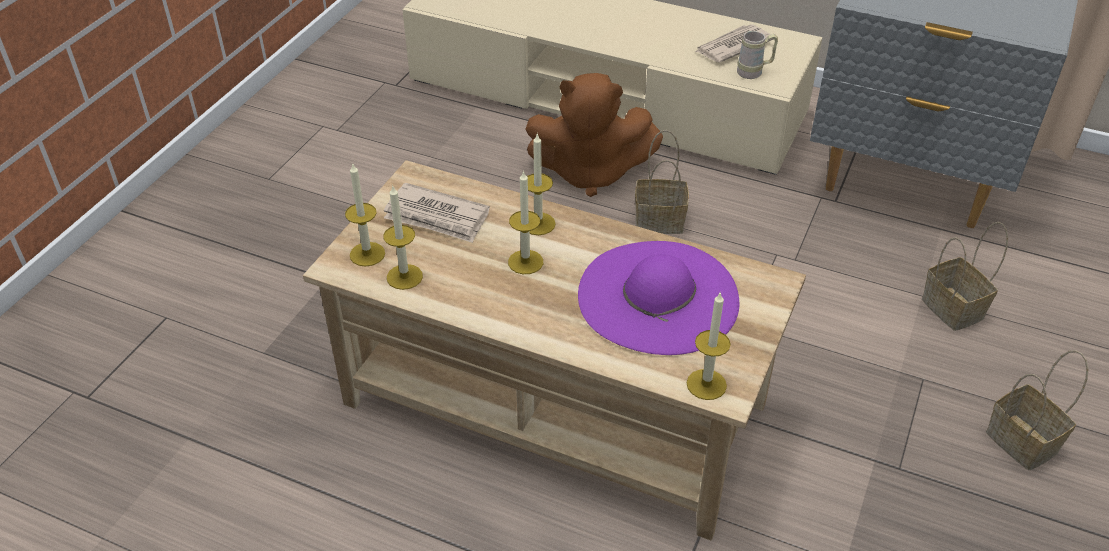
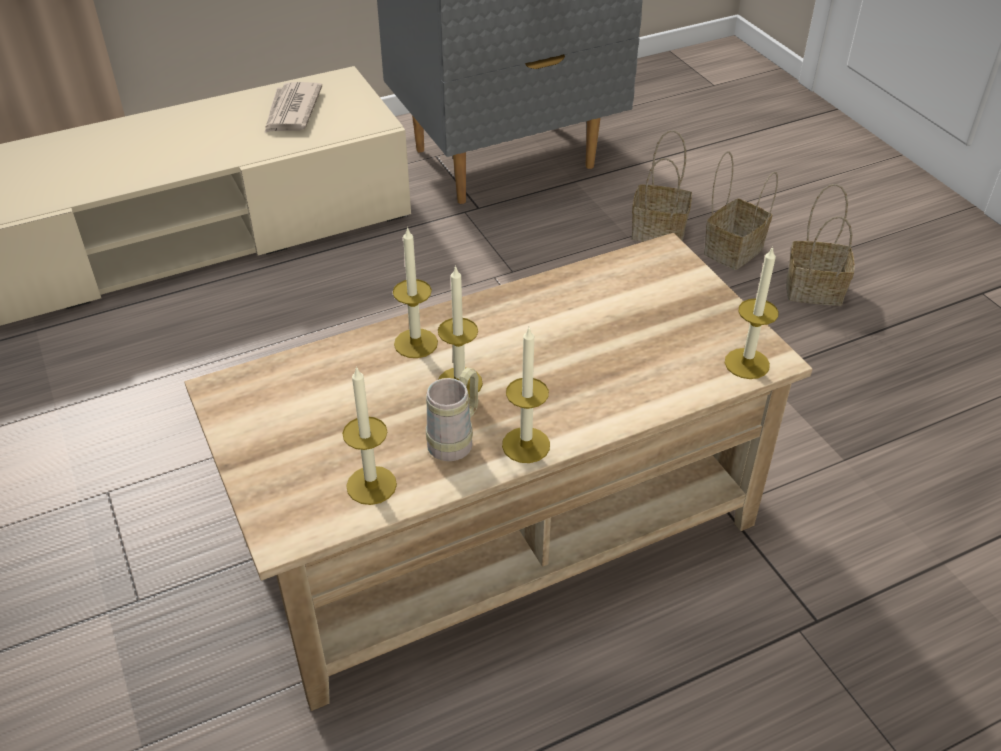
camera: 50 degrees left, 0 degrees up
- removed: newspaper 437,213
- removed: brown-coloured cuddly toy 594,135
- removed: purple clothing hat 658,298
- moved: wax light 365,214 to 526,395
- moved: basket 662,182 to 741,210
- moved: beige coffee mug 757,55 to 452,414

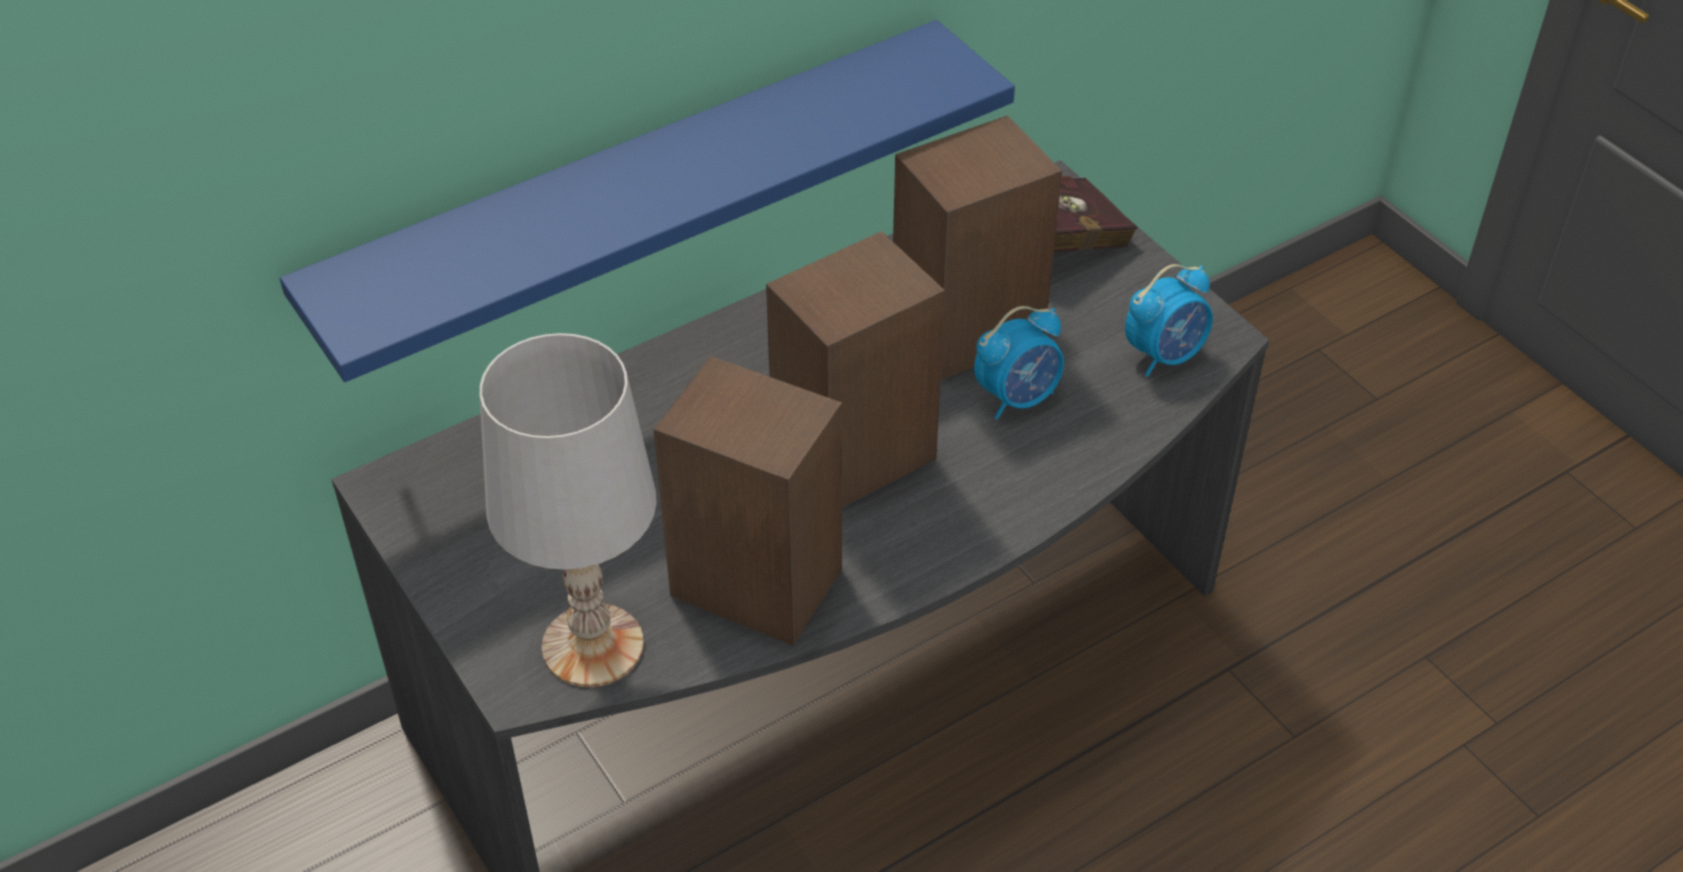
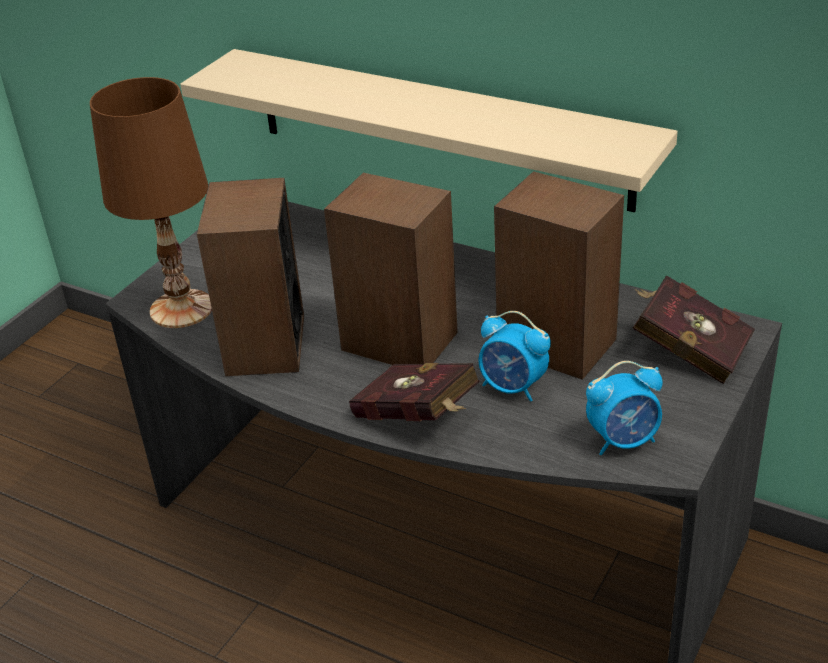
camera: 65 degrees right, 10 degrees down
- added: red bound book 414,392
- recoloured: blue-coloured bracket shelf 647,201 to beige bracket shelf 429,130
- recoloured: white lamp for a table 568,510 to brown-coloured lamp for a table 151,202
- turned: alarm clock 1169,320 = 624,408 45 degrees counterclockwise

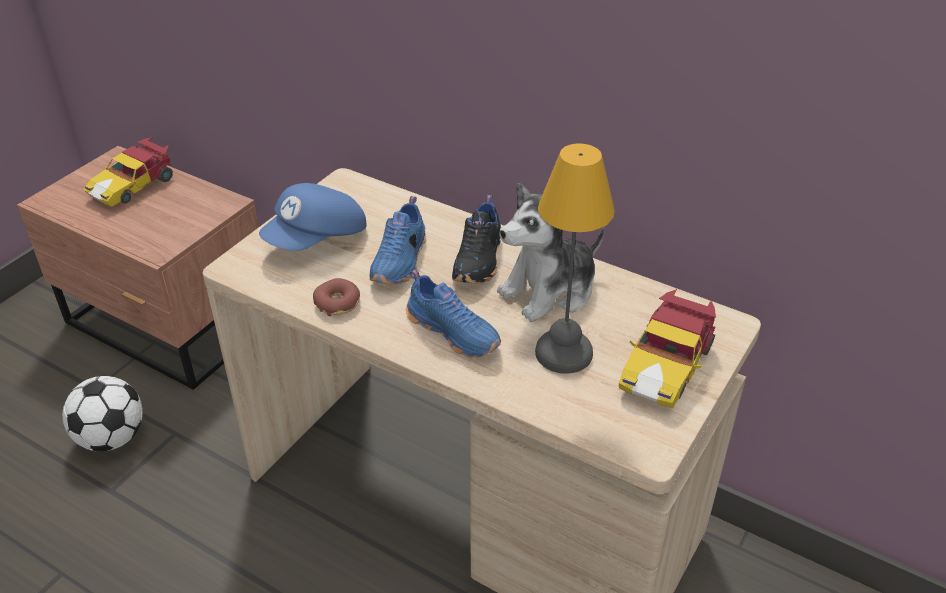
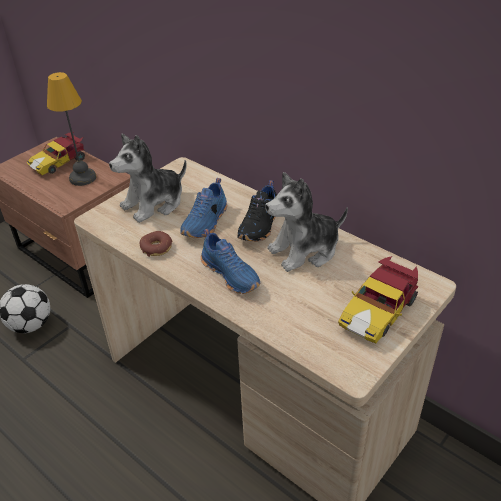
camera: 10 degrees right, 0 degrees up
- moved: lamp for a table 575,258 to 72,129
- replaced: blue-coloured baseball cap 313,217 to cuddly toy 148,178

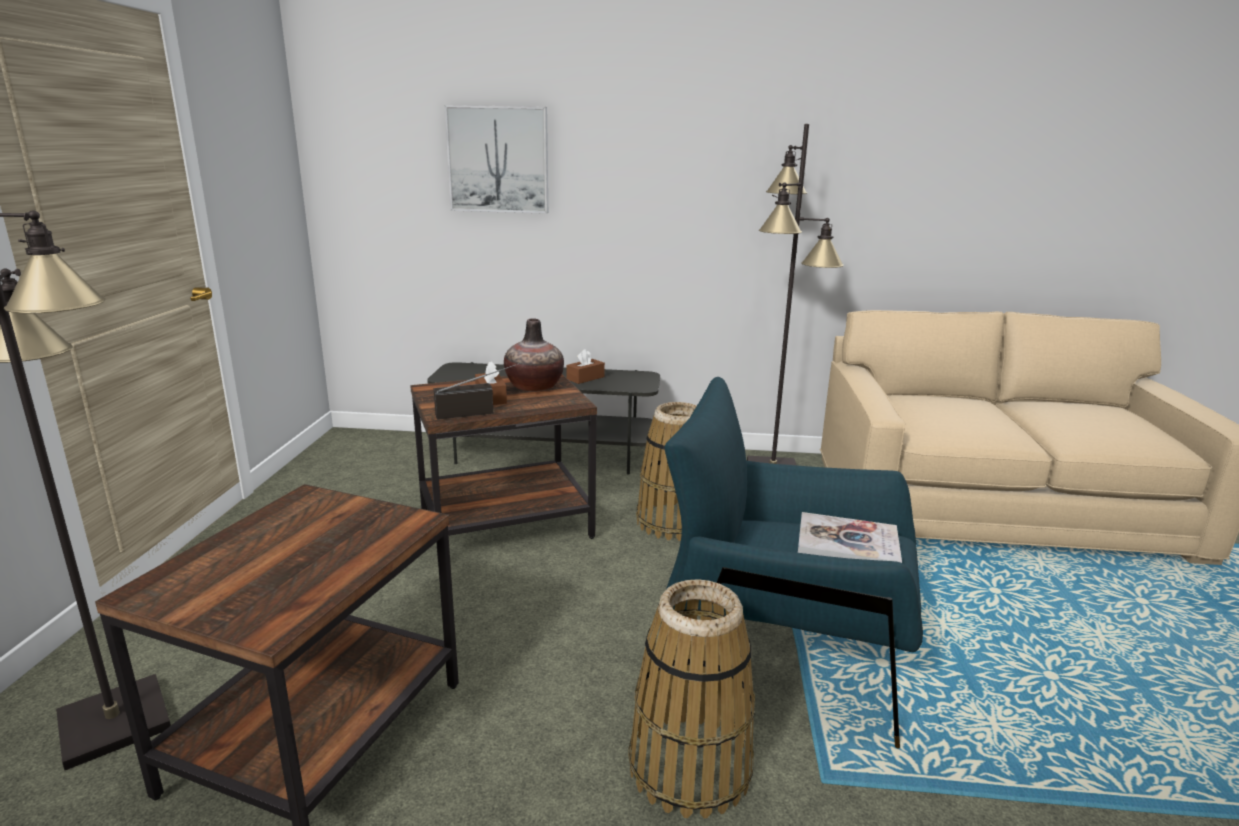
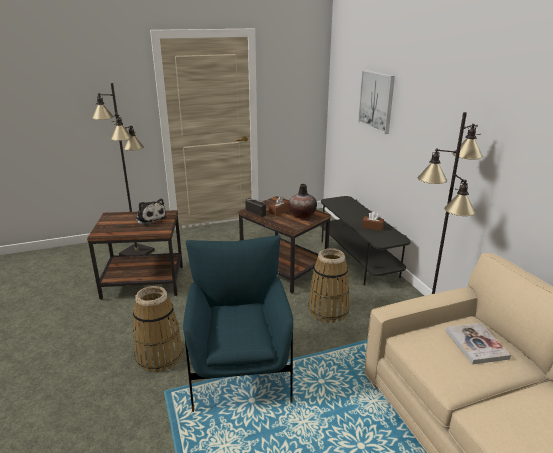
camera: 65 degrees right, 5 degrees up
- added: cuddly toy 151,212
- moved: bound book 850,537 to 478,343

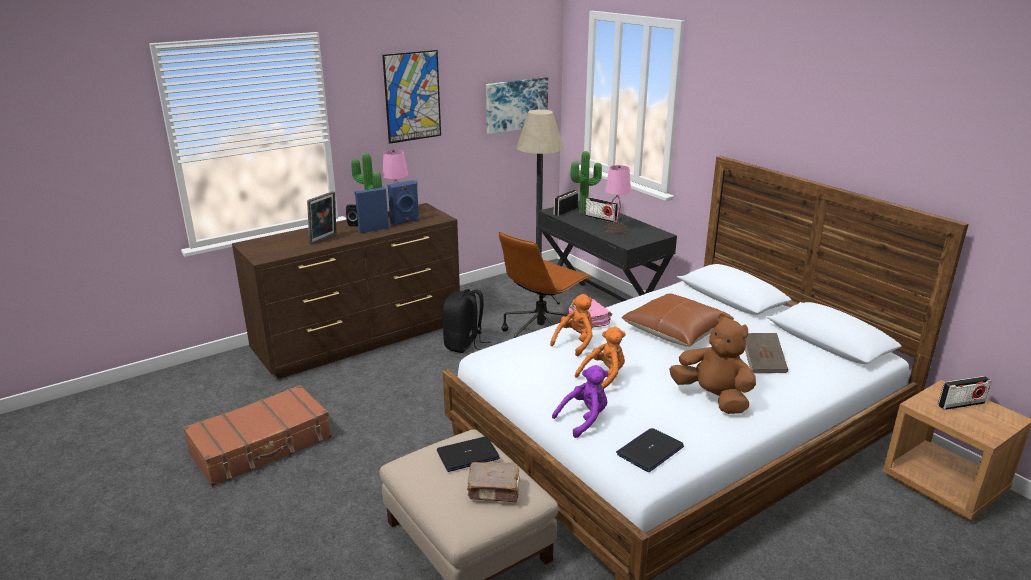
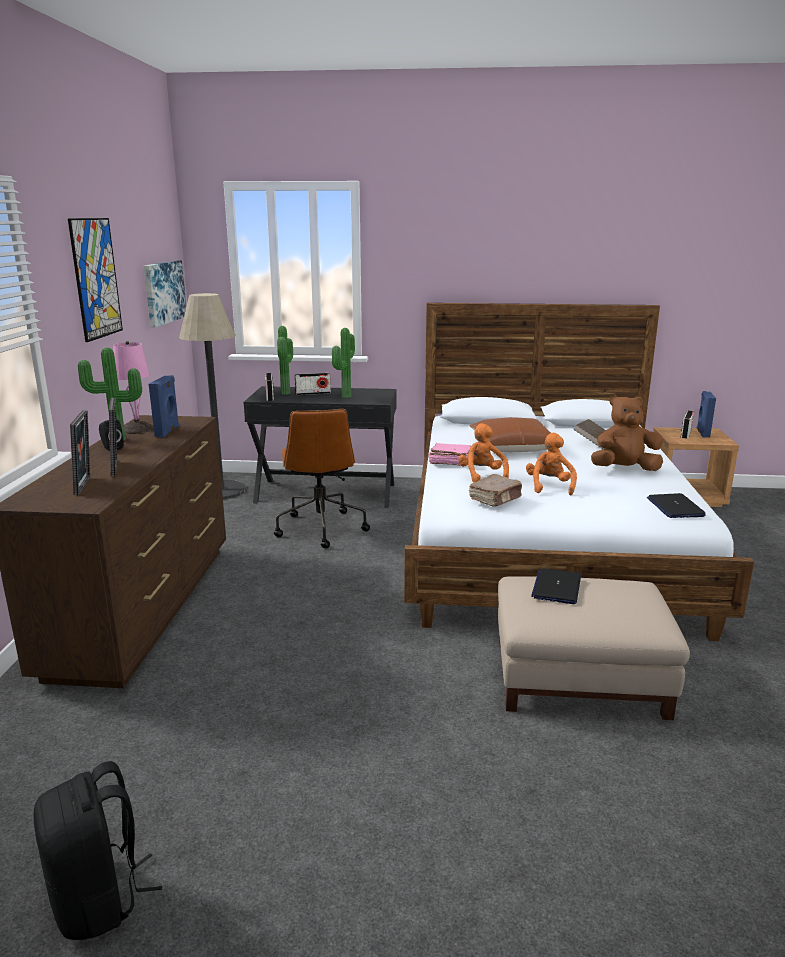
camera: 50 degrees left, 5 degrees down
- removed: brown-coloured suitcase 257,436
- removed: purple cuddly toy 580,401
- added: standing frame 80,452
- moved: blue-coloured loudspeaker 371,210 to 706,414
- moved: black knapsack 466,321 to 98,850
- moved: brown-coloured bound book 493,482 to 495,490
- replaced: pink lamp for a table 617,199 to houseplant 343,363

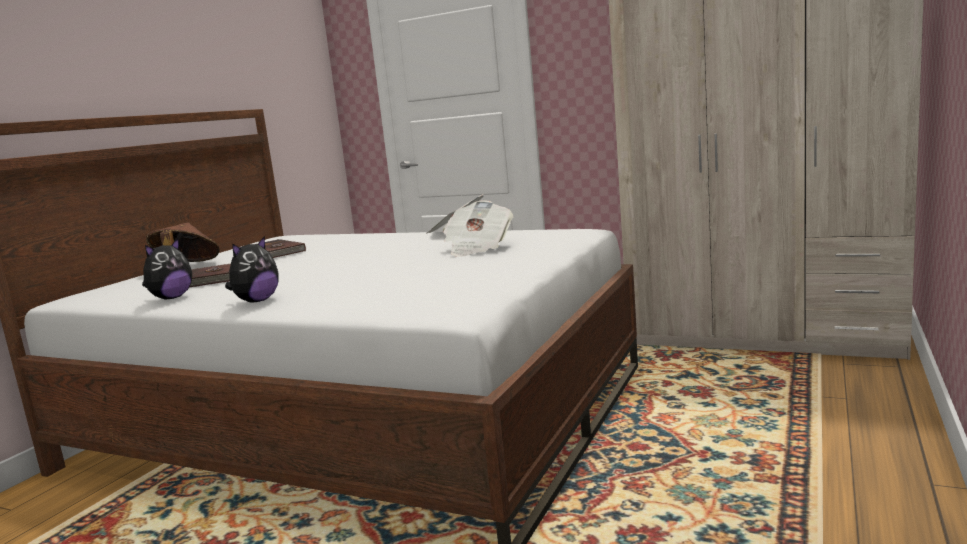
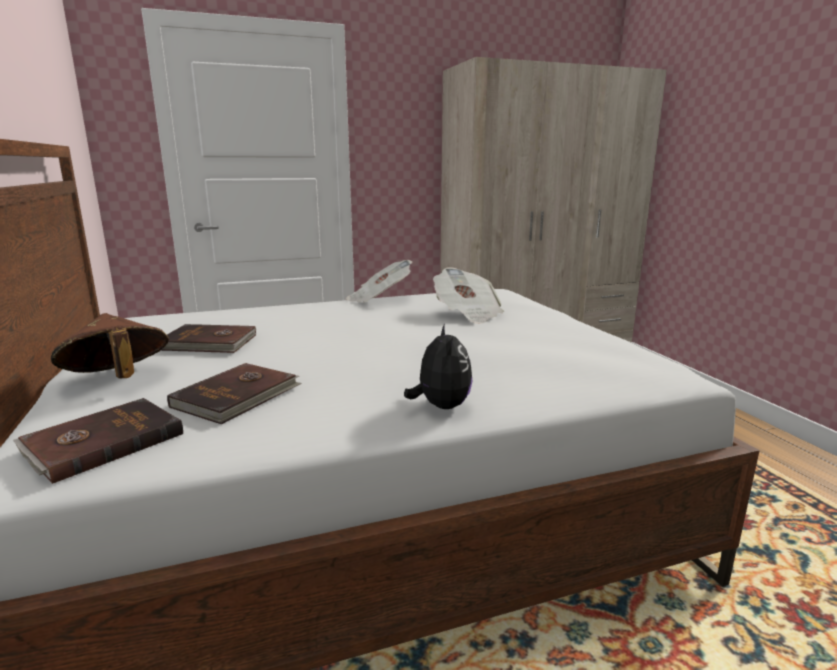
camera: 45 degrees left, 5 degrees up
- removed: cuddly toy 167,268
- added: brown-coloured bound book 98,441

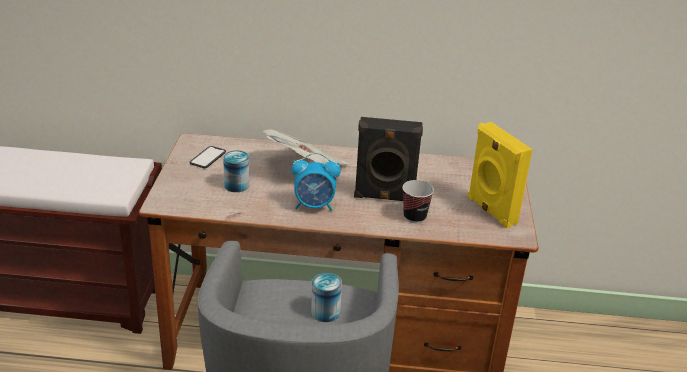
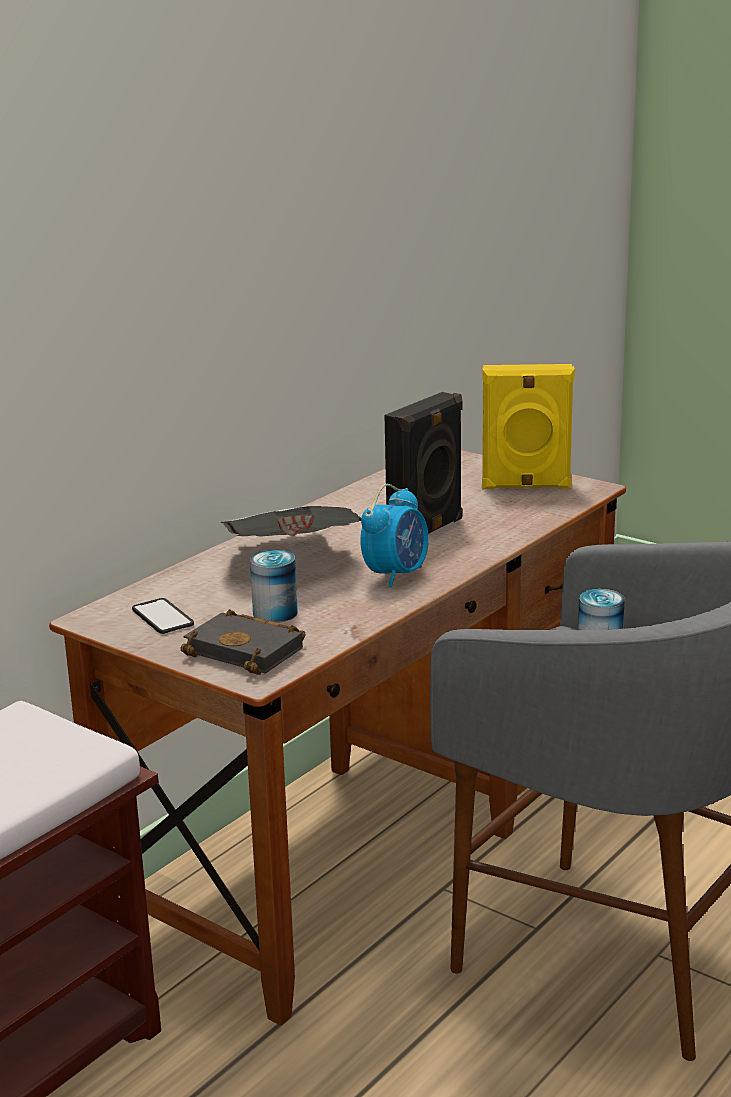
camera: 55 degrees left, 10 degrees down
- removed: small cup 418,201
- added: black bound book 243,642

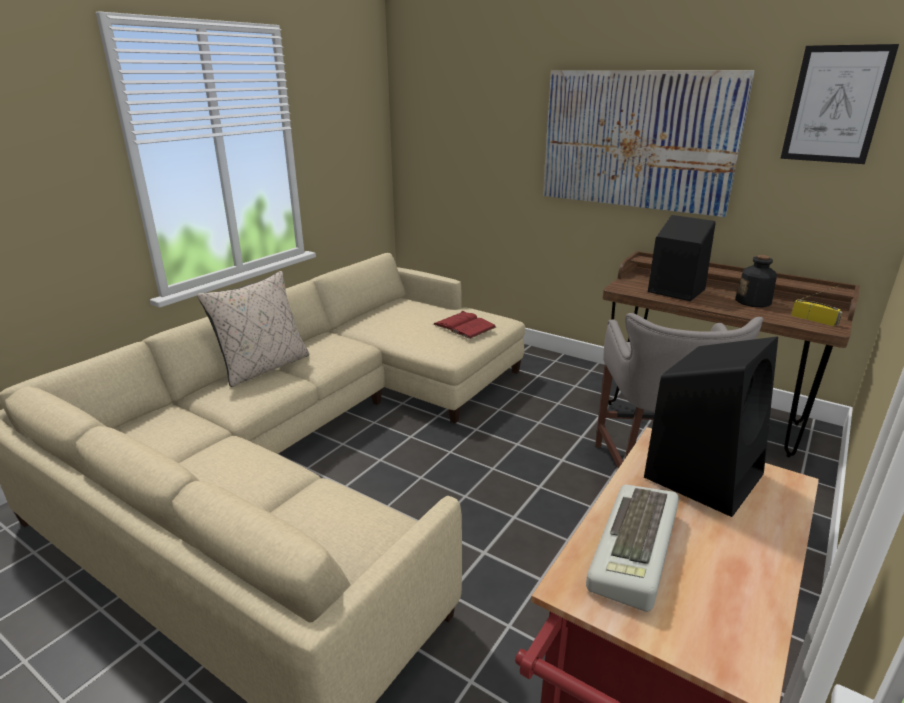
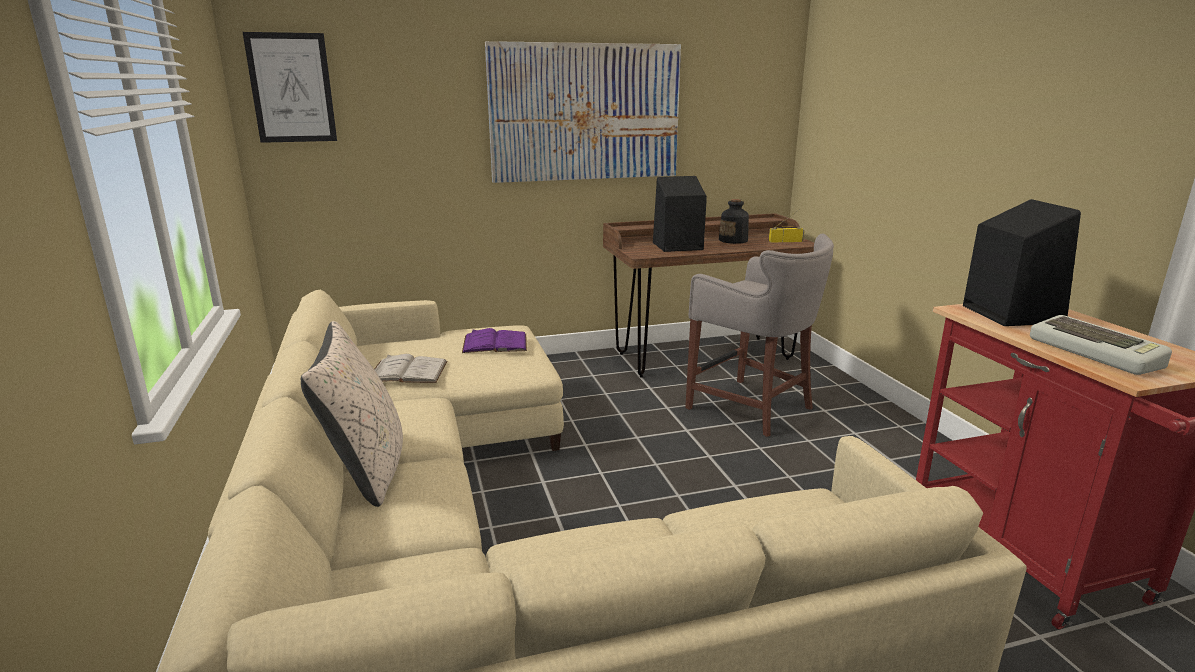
camera: 50 degrees left, 5 degrees down
- added: white bound book 411,368
- moved: wall art 839,104 to 290,87
- recoloured: red bound book 464,325 to purple bound book 494,340

